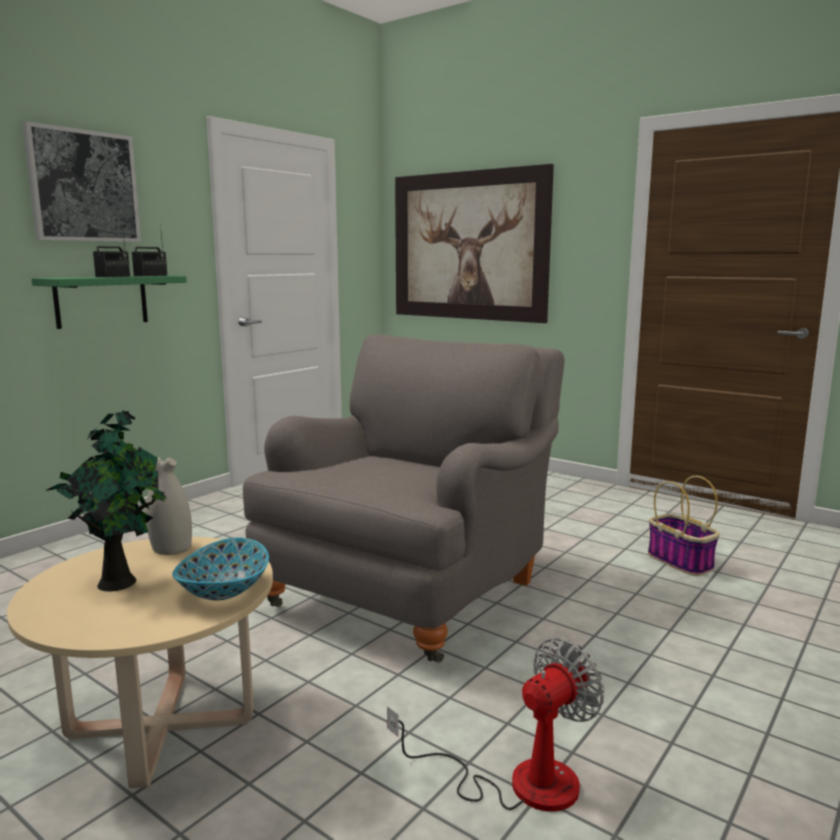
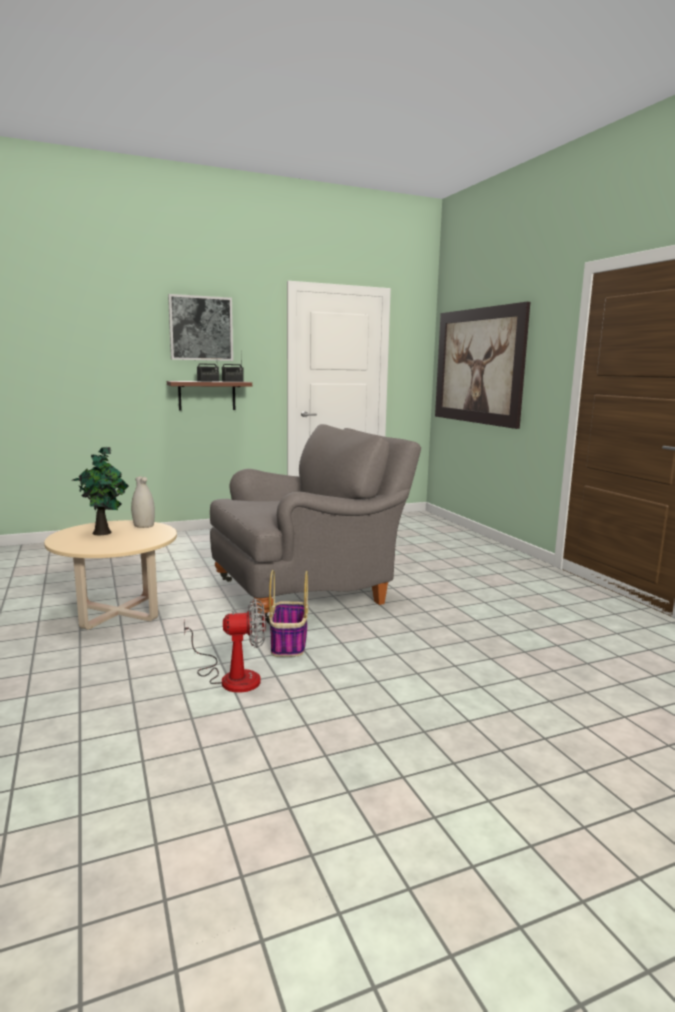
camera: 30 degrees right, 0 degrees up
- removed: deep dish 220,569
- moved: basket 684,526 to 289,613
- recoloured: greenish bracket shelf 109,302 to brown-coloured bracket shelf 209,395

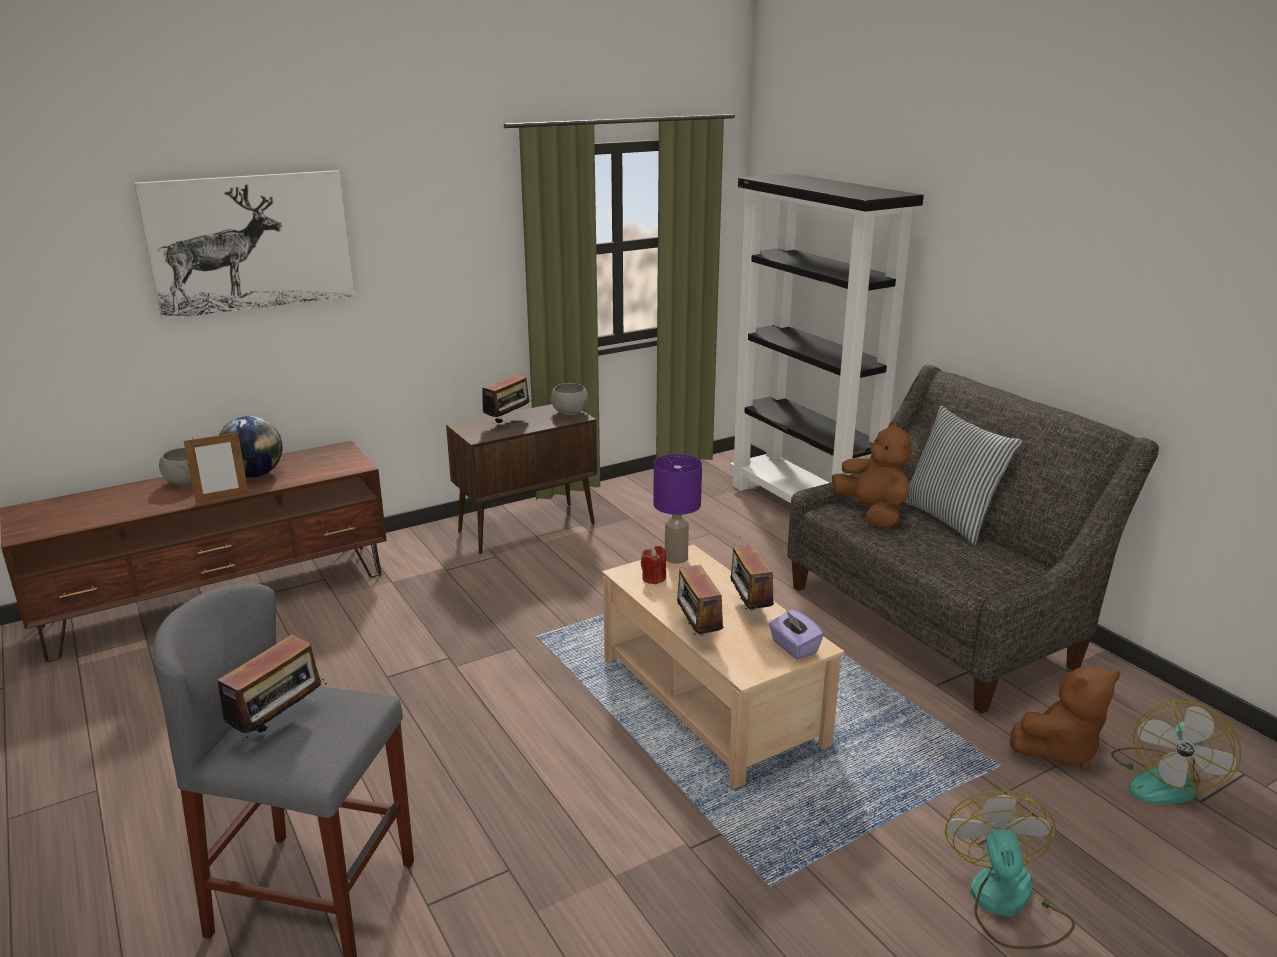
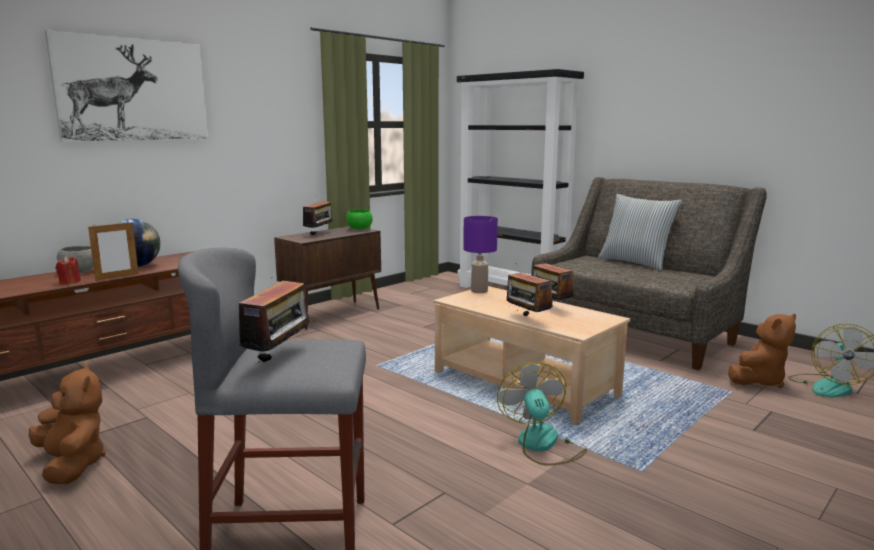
camera: 15 degrees left, 10 degrees down
- removed: purple tissue box 796,634
- moved: red wax light 653,565 to 68,270
- moved: brown-coloured cuddly toy 872,474 to 67,424
- moved: cooling fan 1010,869 to 542,414
- recoloured: grey deep dish 569,399 to greenish deep dish 359,219

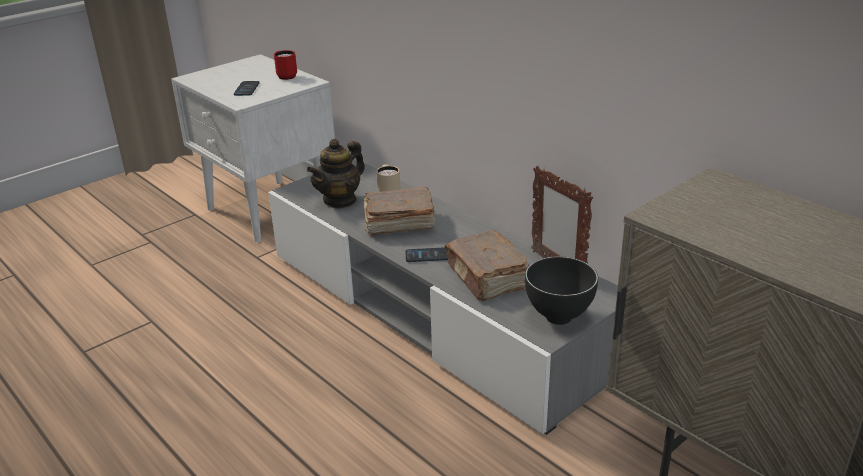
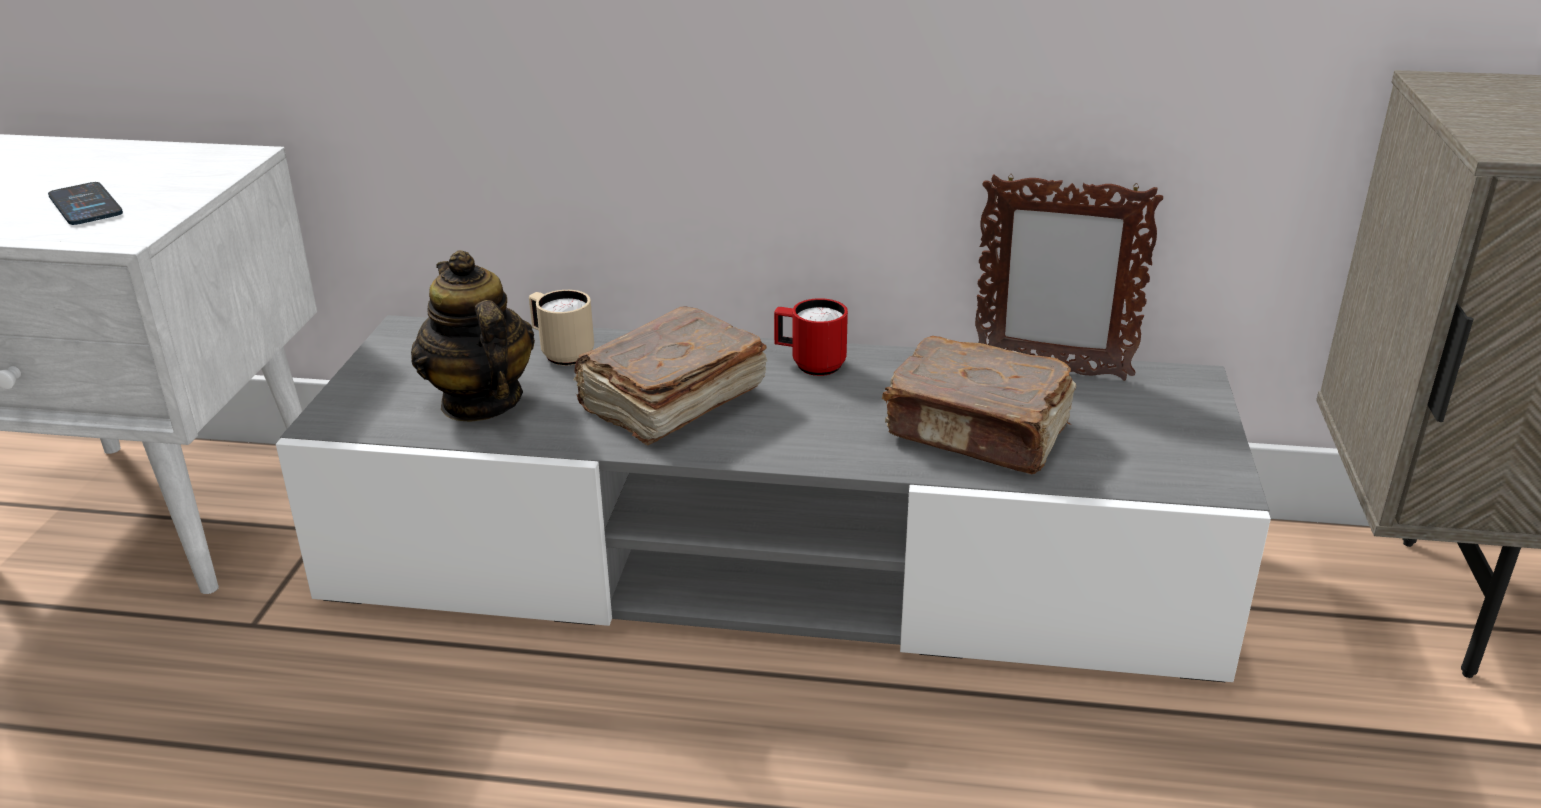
camera: 40 degrees left, 0 degrees up
- removed: telephone 427,254
- removed: black deep dish 561,290
- moved: red coffee mug 285,65 to 811,337
- turned: teapot 336,174 = 473,336 150 degrees clockwise

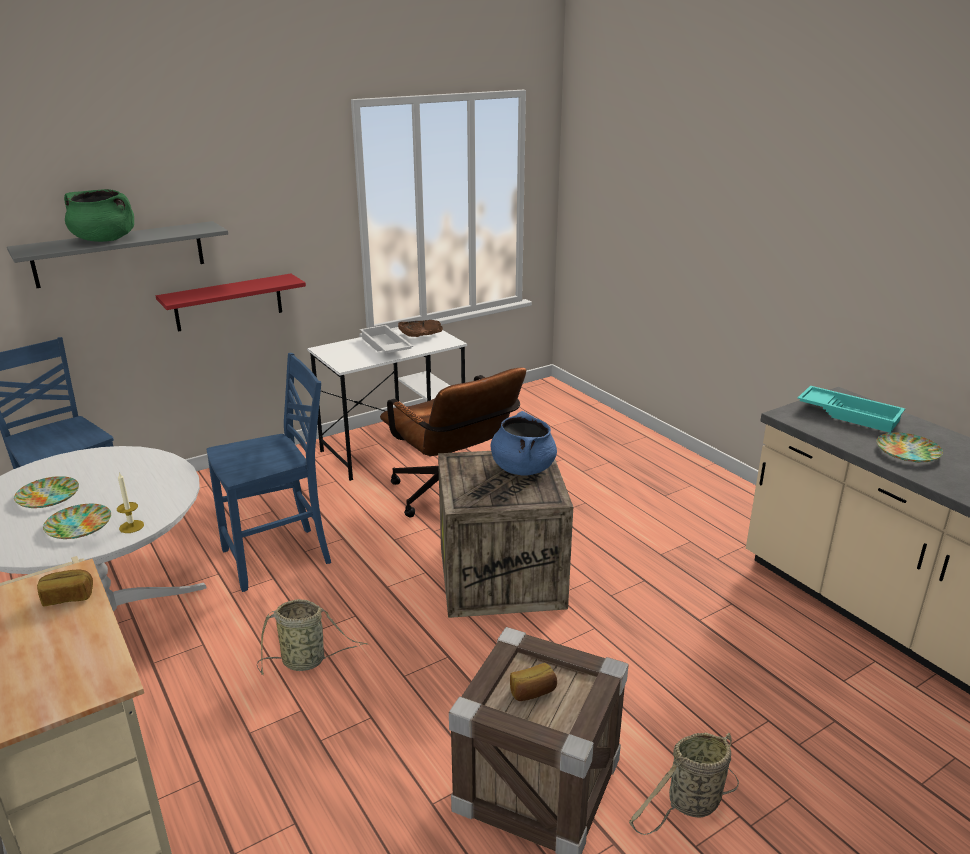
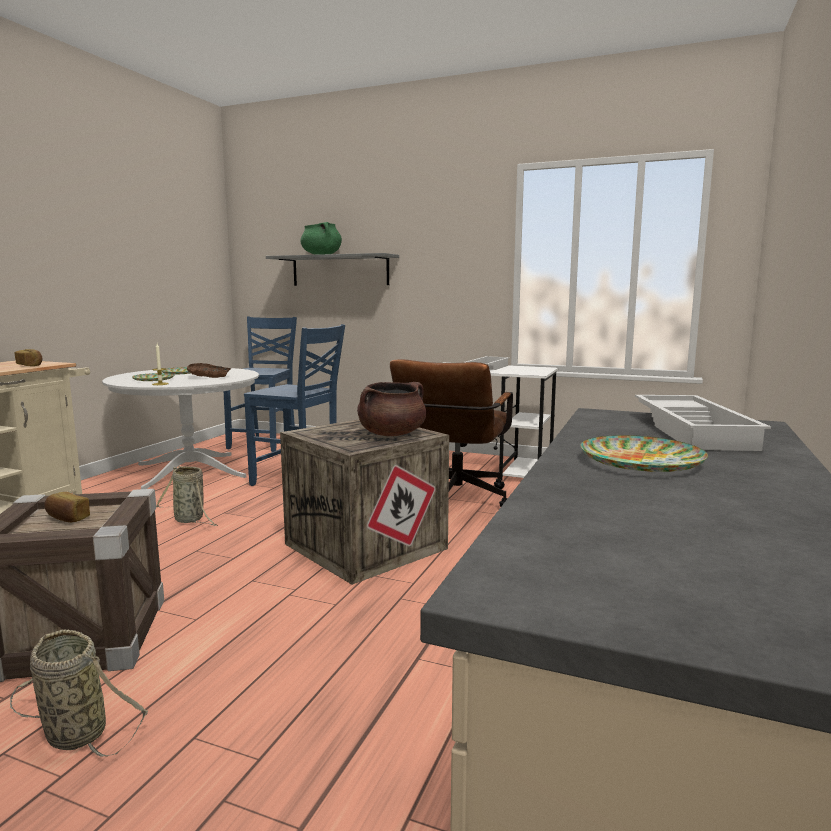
camera: 55 degrees right, 15 degrees down
- removed: red bracket shelf 231,303
- moved: brown-coloured deep dish 420,328 to 209,370
- recoloured: blue-coloured cooking pot 523,443 to brown-coloured cooking pot 391,409
- recoloured: turquoise-coloured serving tray 851,409 to white serving tray 703,423

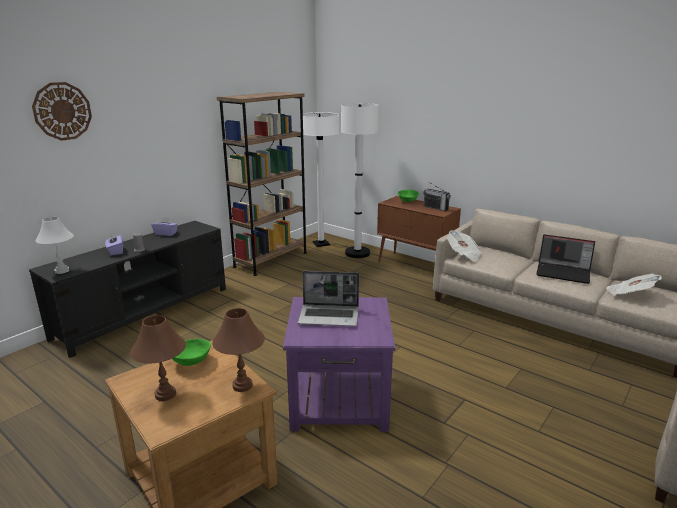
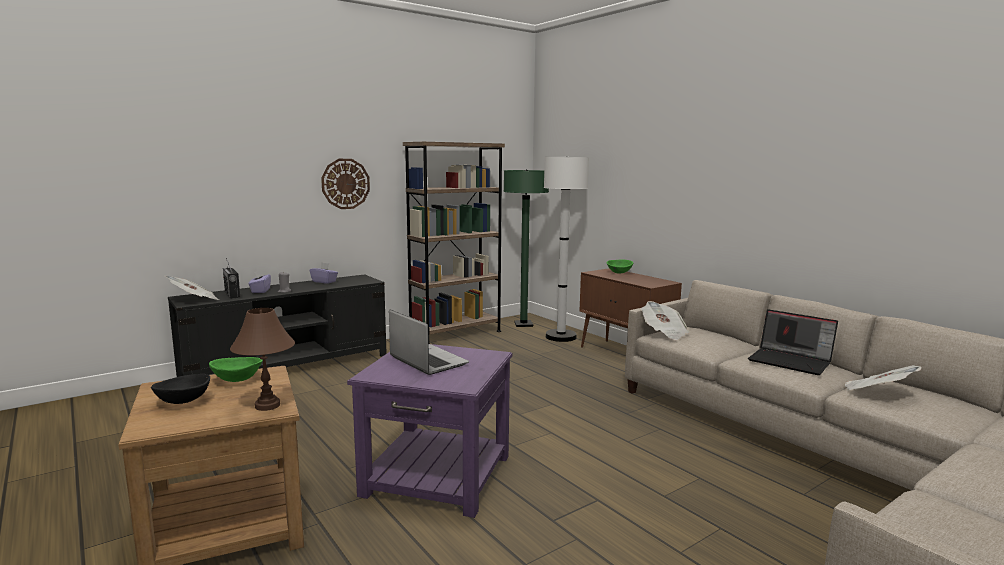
camera: 15 degrees right, 10 degrees down
- moved: wall clock 62,111 to 345,184
- moved: radio 437,196 to 231,278
- replaced: white lamp for a table 55,245 to newspaper 192,288
- replaced: brown-coloured lamp for a table 158,358 to black deep dish 180,389
- recoloured: white floor lamp 319,179 to greenish floor lamp 526,248
- turned: laptop 328,298 = 429,342 150 degrees counterclockwise

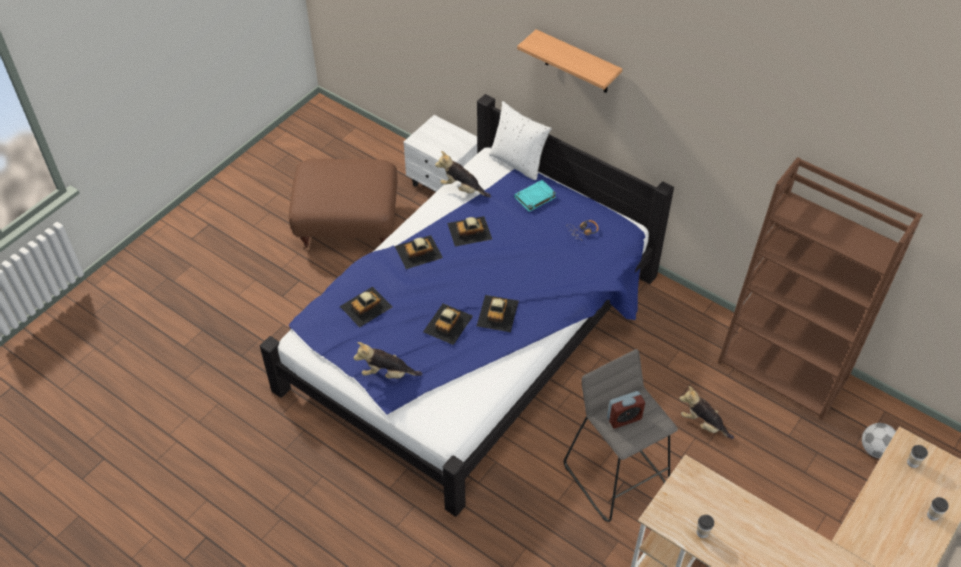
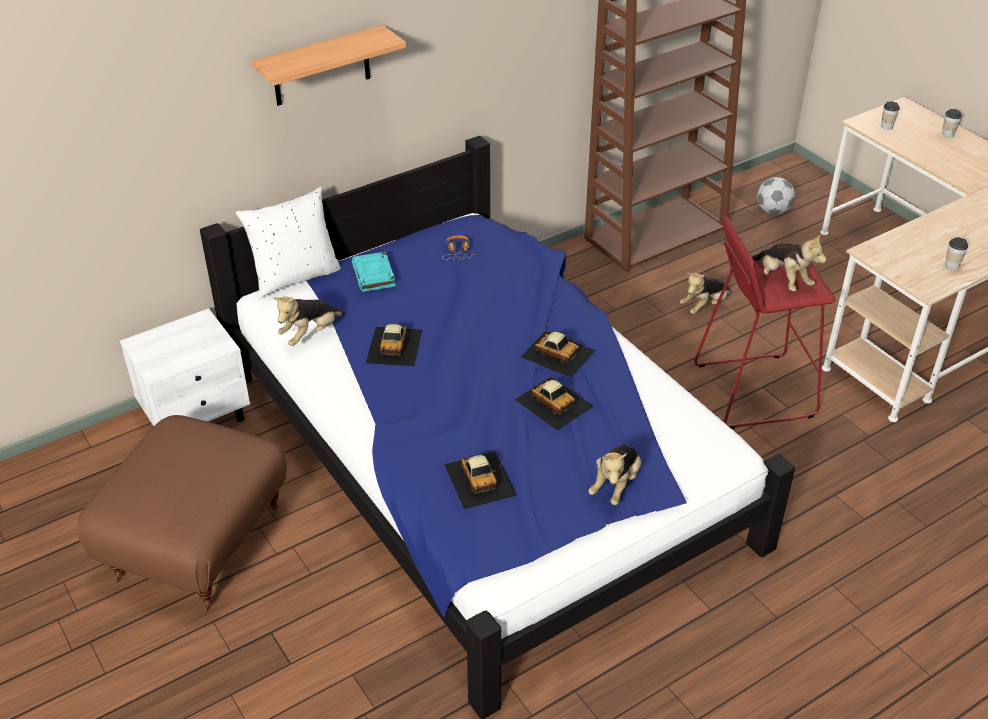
camera: 70 degrees left, 10 degrees down
- removed: toy car 419,252
- replaced: alarm clock 626,410 to cuddly toy 789,262
- recoloured: grey sitting stool 621,435 to red sitting stool 765,322

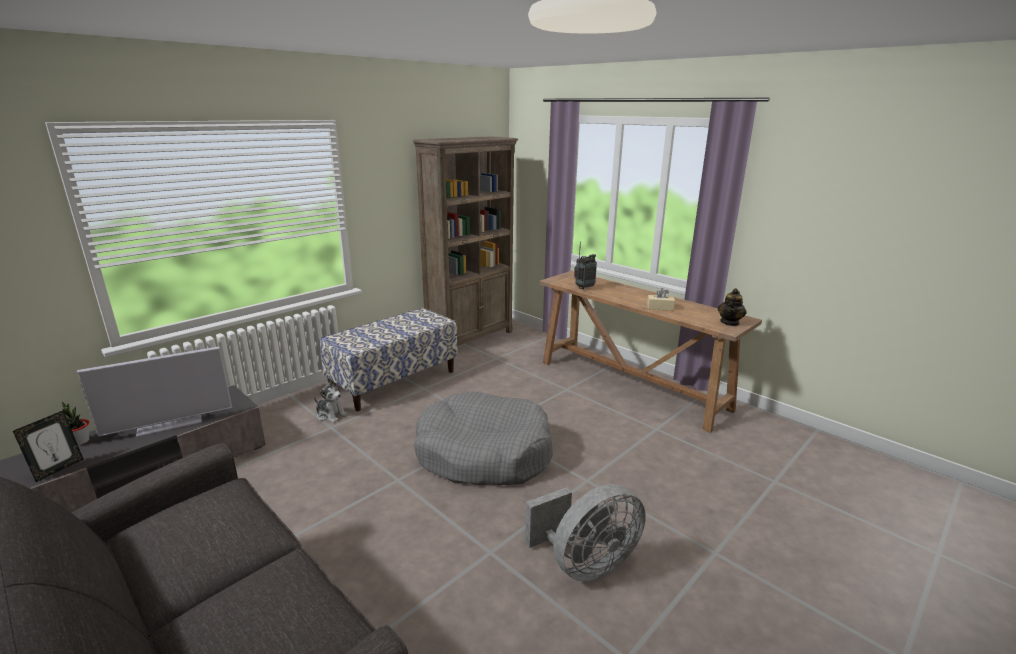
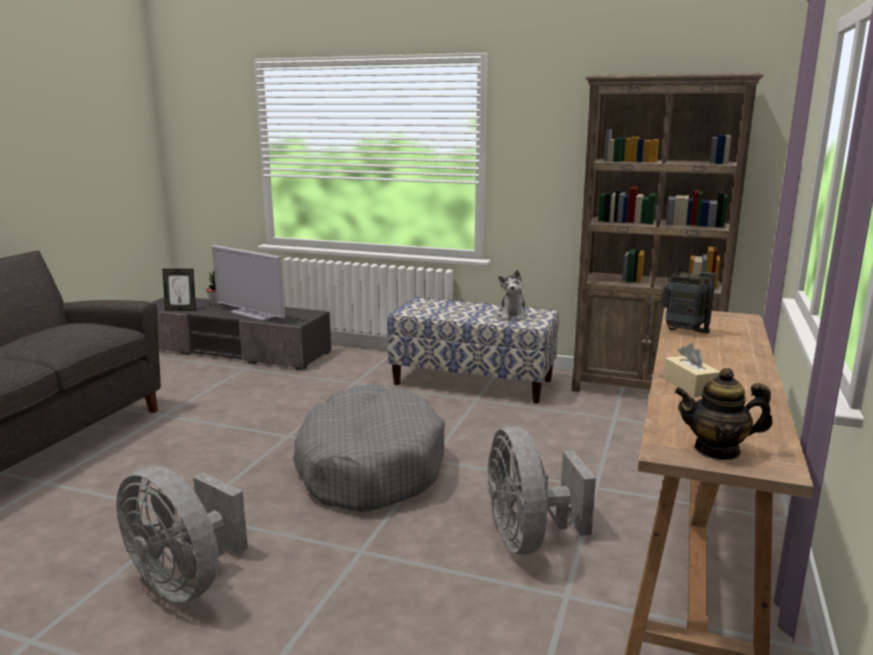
camera: 65 degrees right, 5 degrees down
- added: grey cooling fan 541,490
- moved: cuddly toy 330,401 to 512,295

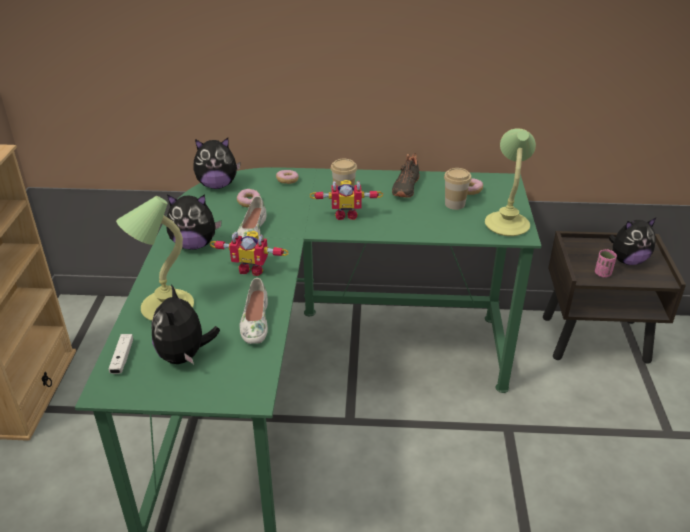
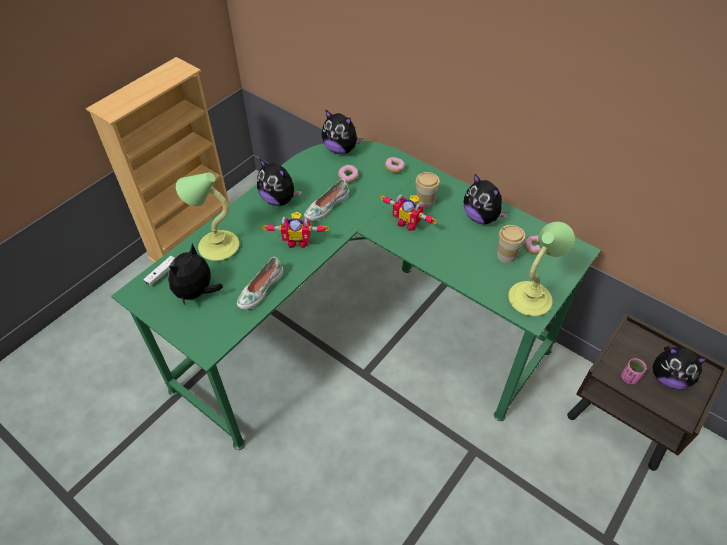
camera: 35 degrees right, 15 degrees up
- replaced: black shoe 405,175 to cuddly toy 486,199
- turned: toy robot 249,253 = 296,230 45 degrees counterclockwise

